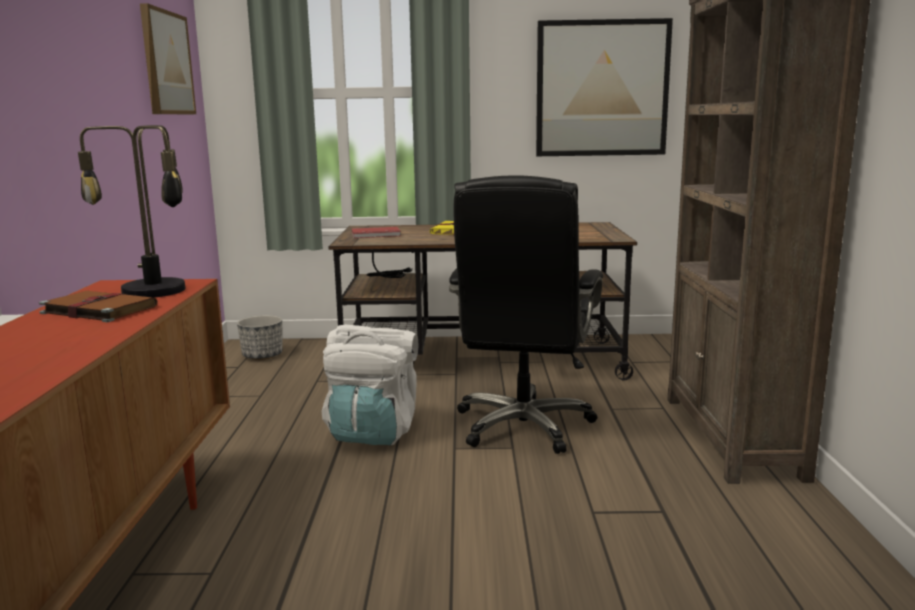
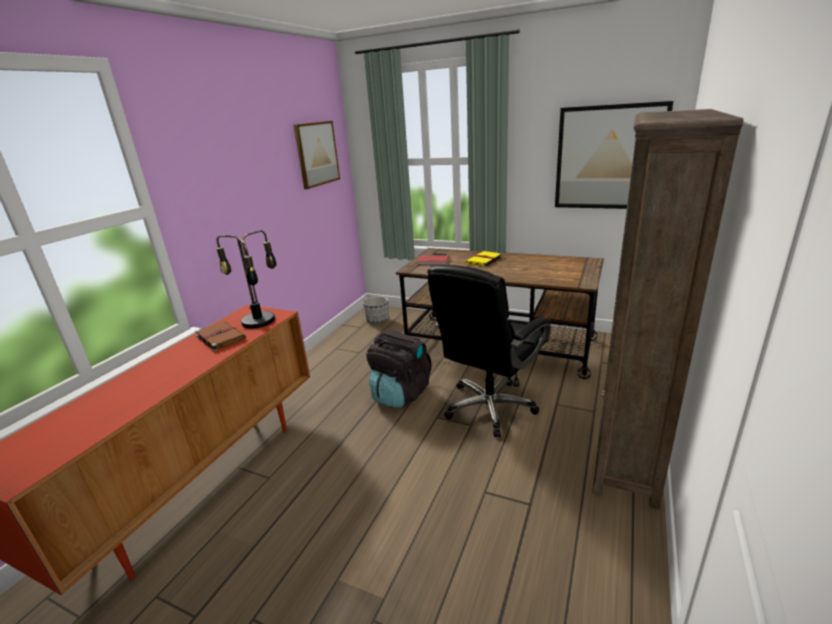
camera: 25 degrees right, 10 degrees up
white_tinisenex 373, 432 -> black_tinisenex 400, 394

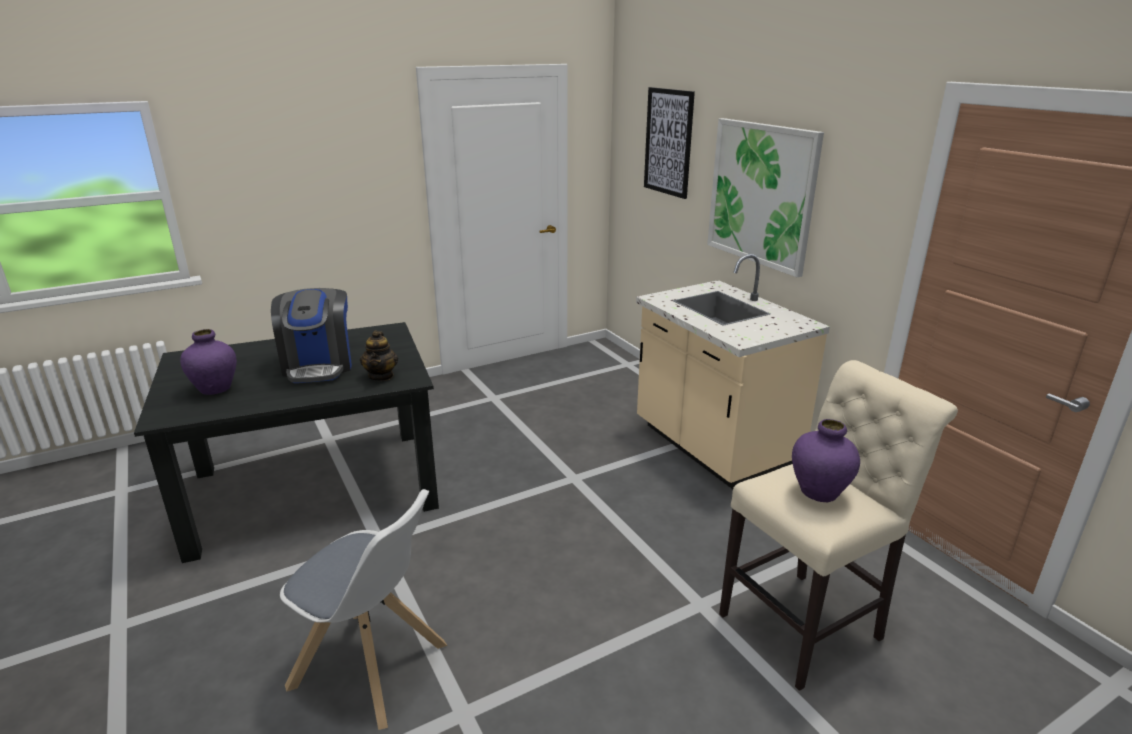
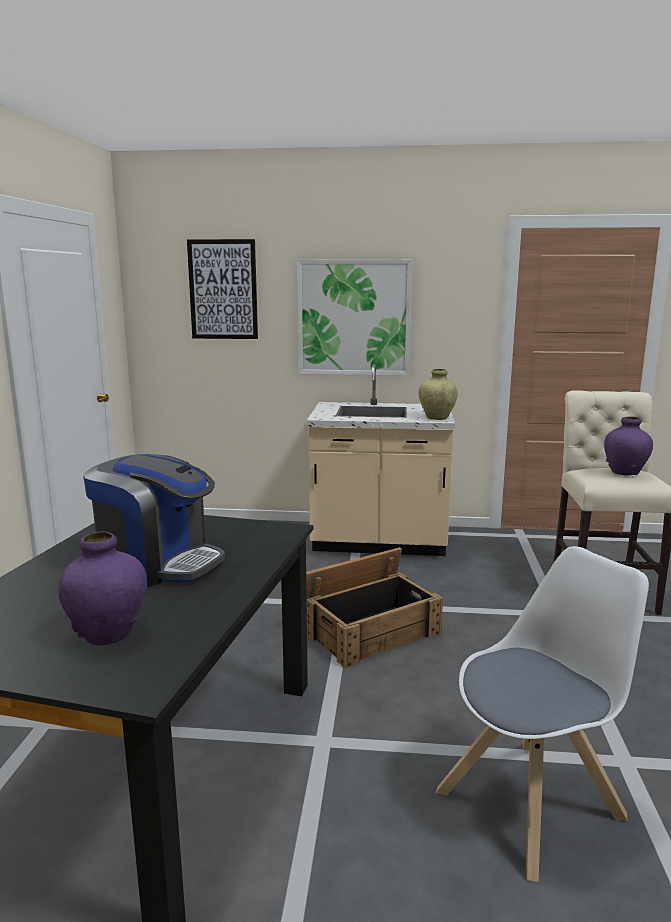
camera: 55 degrees left, 10 degrees down
none -> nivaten 368, 629
none -> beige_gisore 436, 418
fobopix 381, 376 -> none

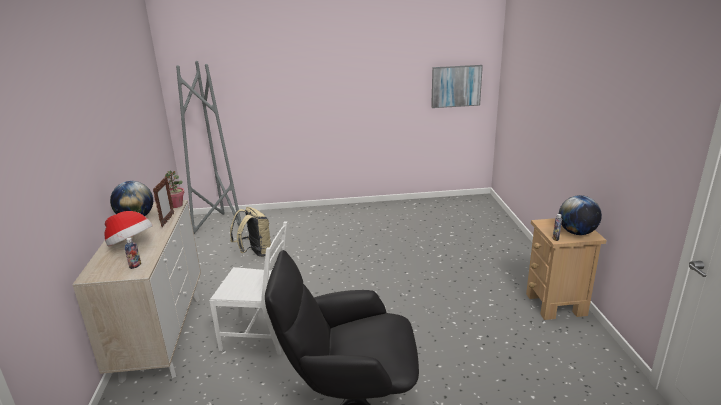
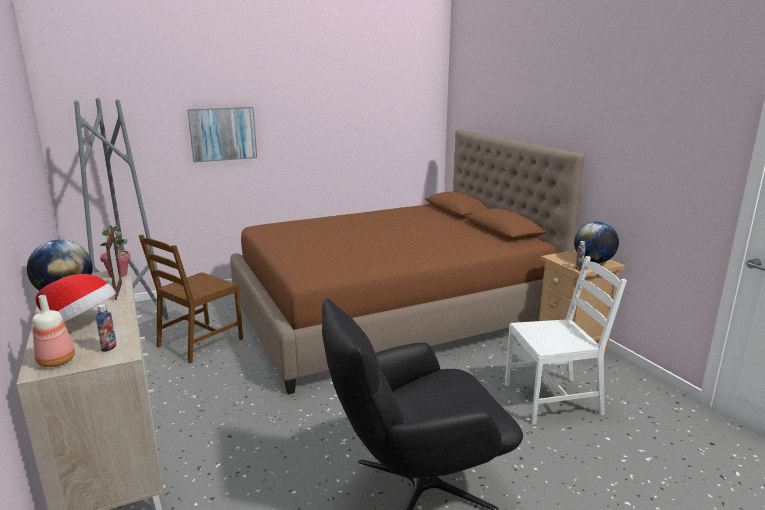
camera: 20 degrees left, 5 degrees down
none -> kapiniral 57, 361
beige_tinisenex 255, 253 -> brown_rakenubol 199, 343
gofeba 456, 86 -> gofeba 223, 134, move
none -> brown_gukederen 393, 314
white_rakenubol 259, 334 -> white_rakenubol 553, 399, move

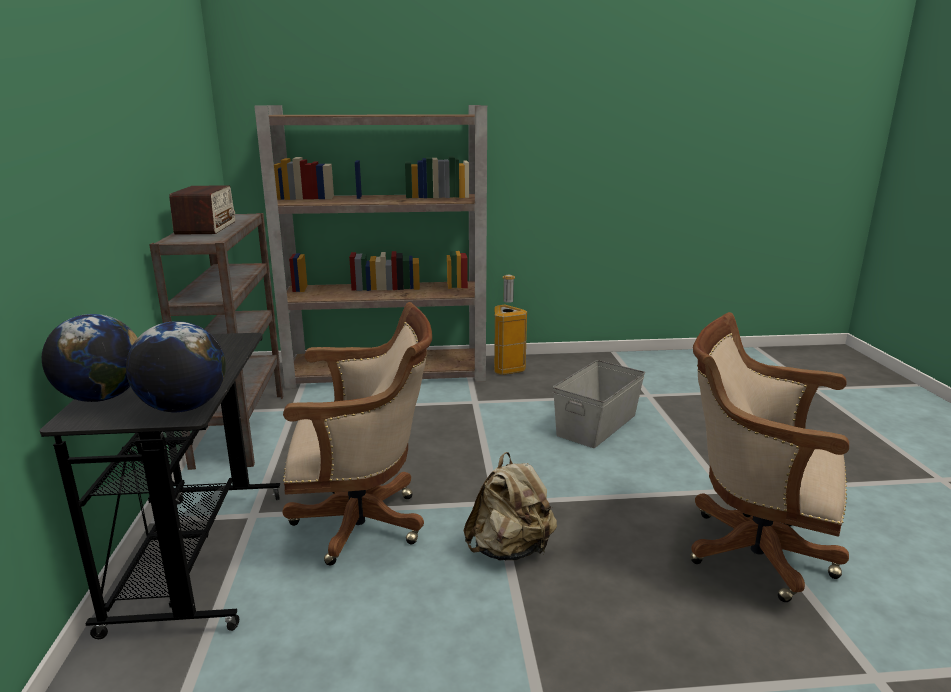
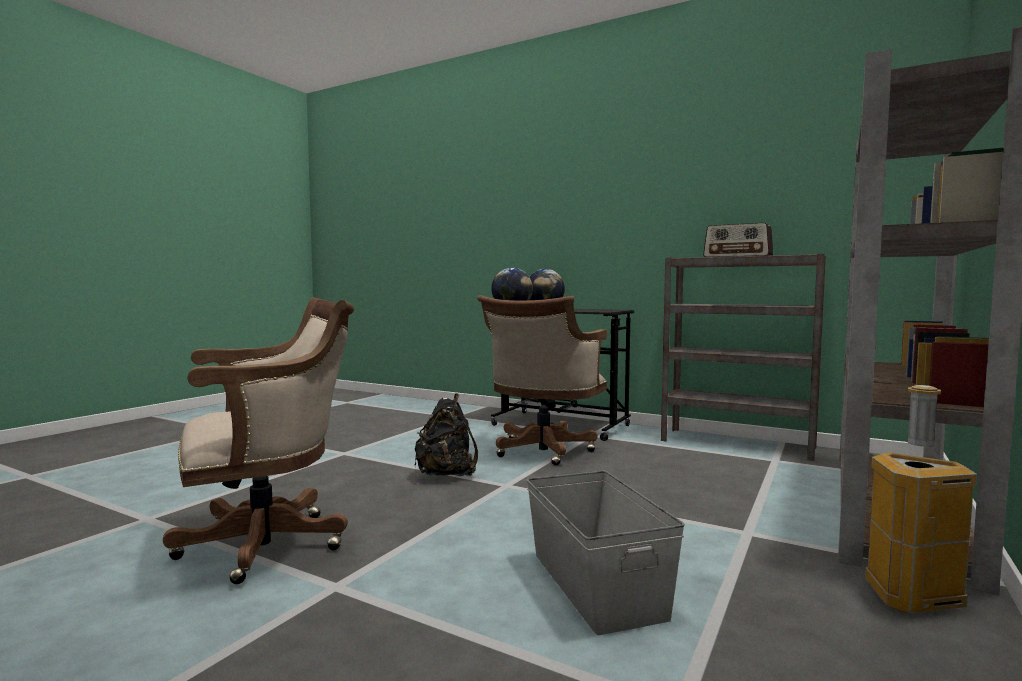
camera: 125 degrees right, 15 degrees down
beige_tinisenex 510, 549 -> black_tinisenex 447, 474

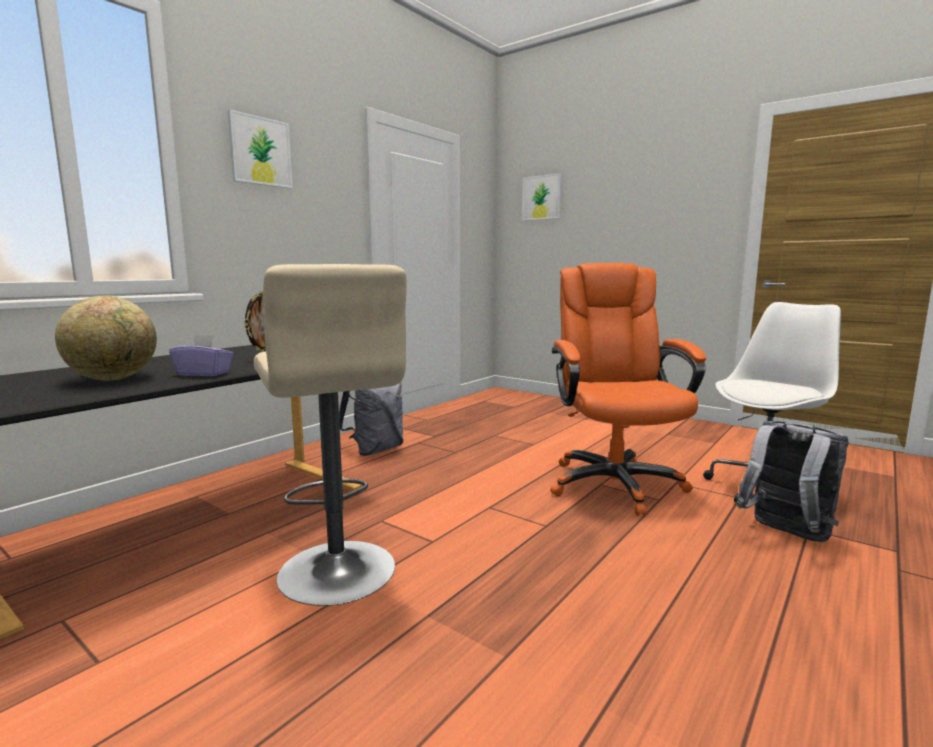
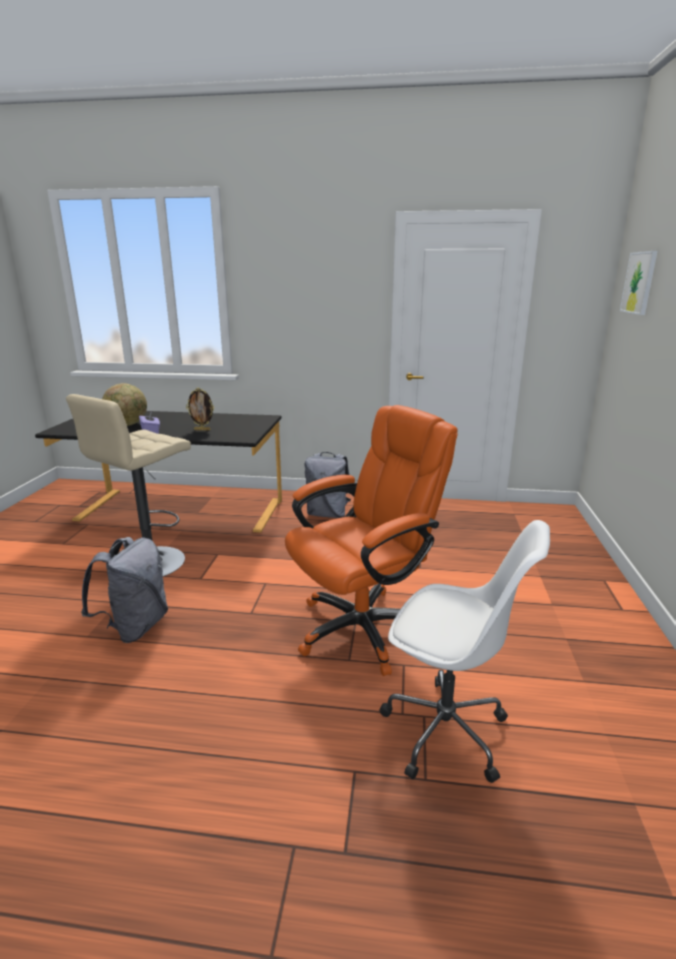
camera: 60 degrees right, 10 degrees up
grey_tinisenex 785, 535 -> grey_tinisenex 135, 627, move
gofeba 260, 151 -> none

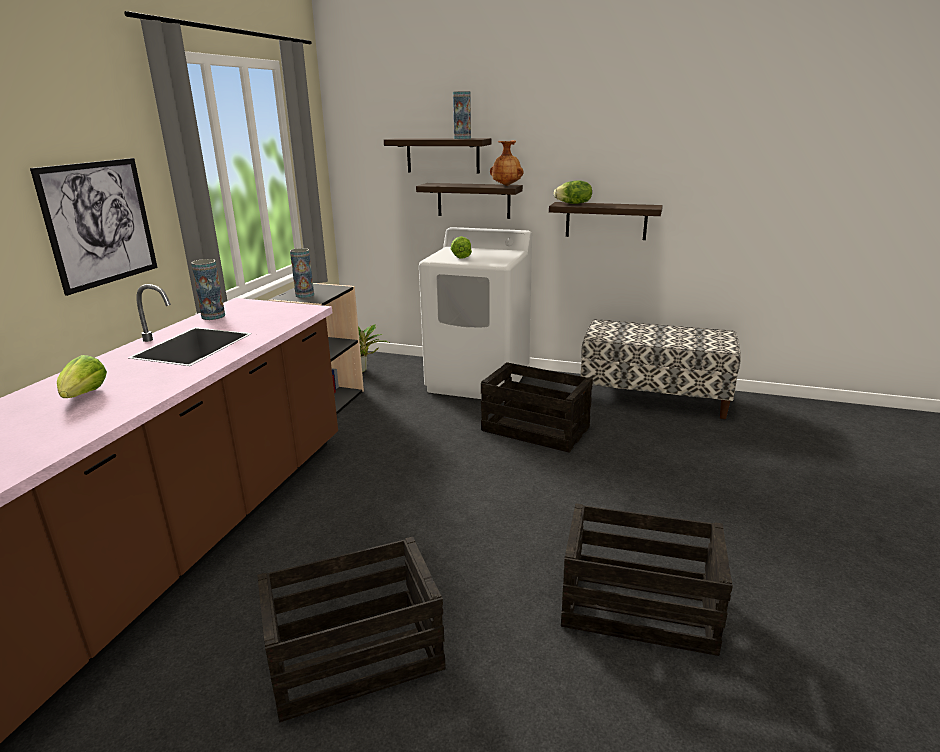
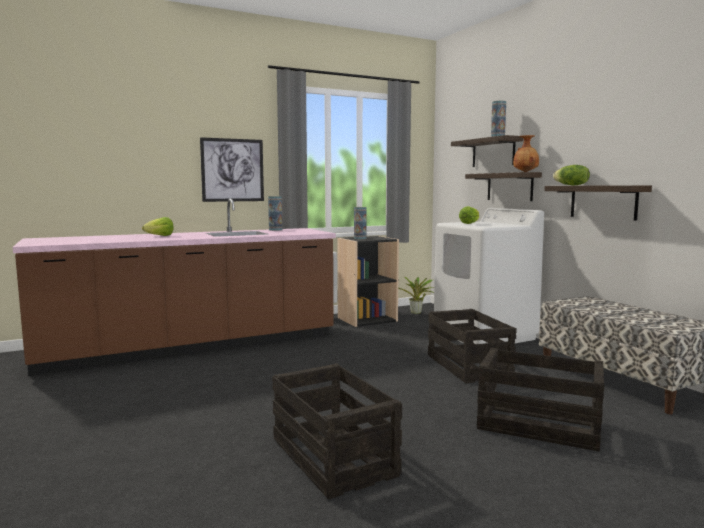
camera: 45 degrees right, 15 degrees down
nivaten 354, 658 -> nivaten 537, 425, move

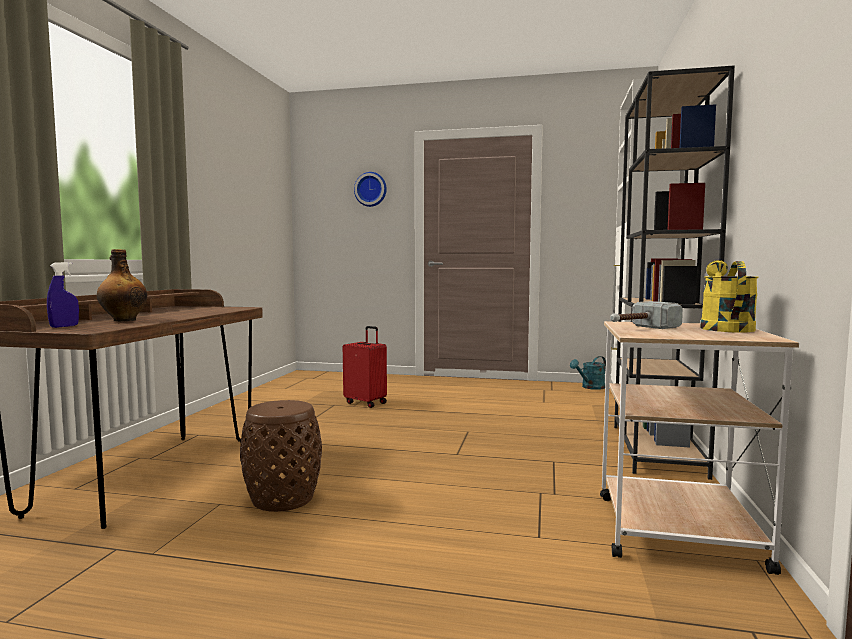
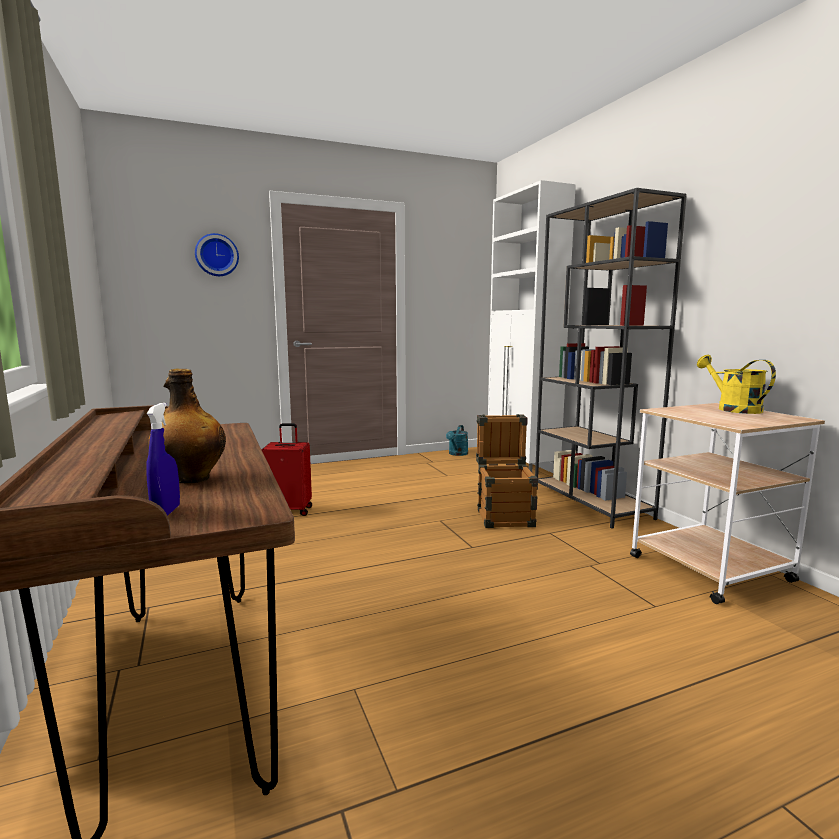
camera: 35 degrees left, 5 degrees up
none -> nivaten 504, 515
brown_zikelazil 283, 499 -> none
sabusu 640, 328 -> none

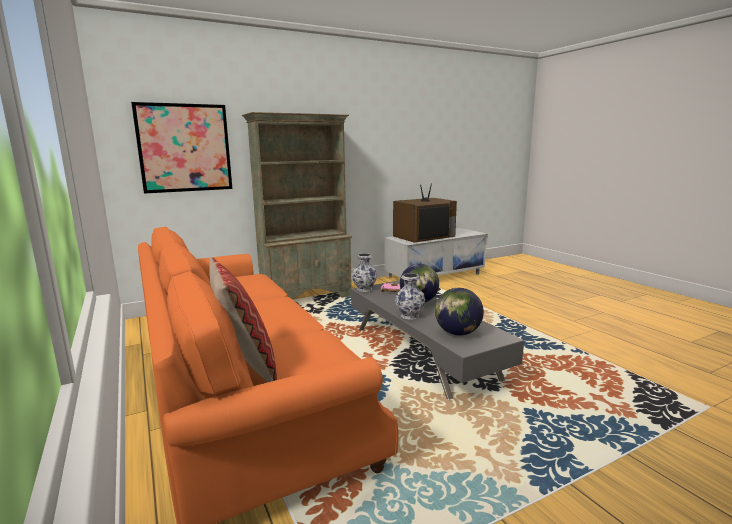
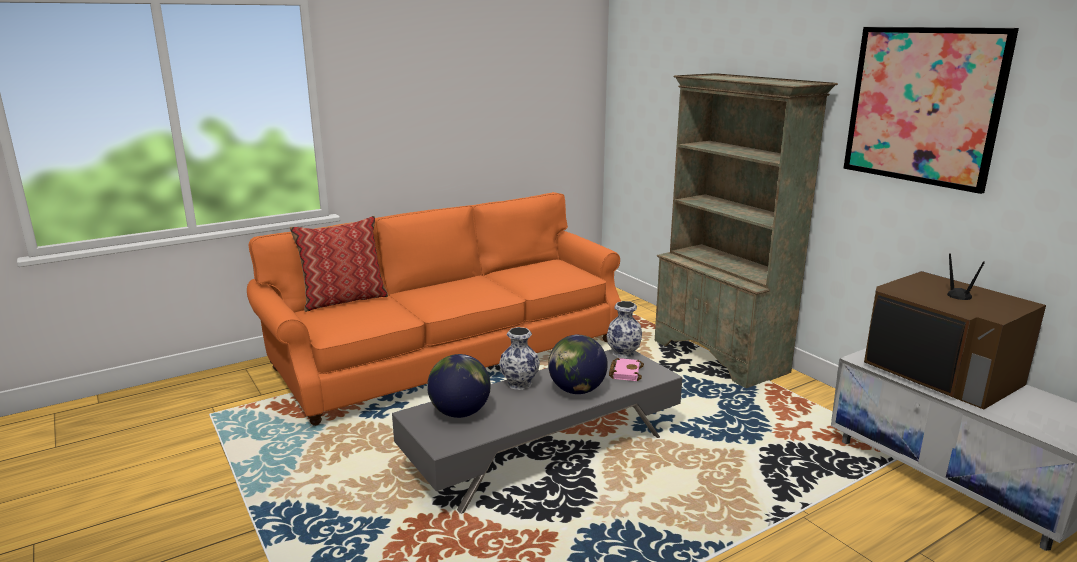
camera: 85 degrees right, 5 degrees up
gofeba 184, 148 -> gofeba 923, 105, move

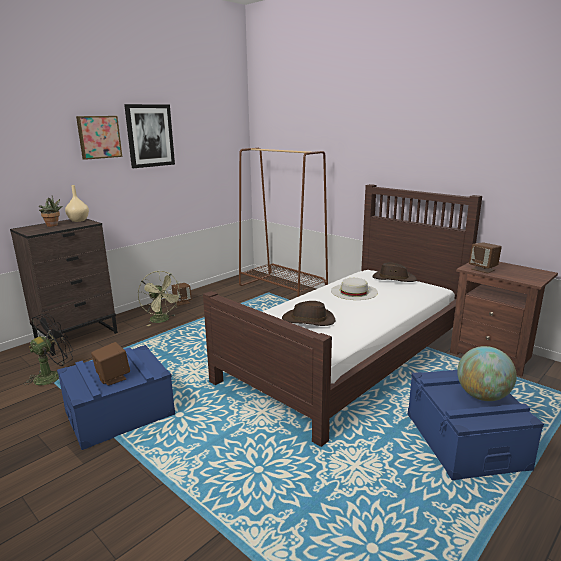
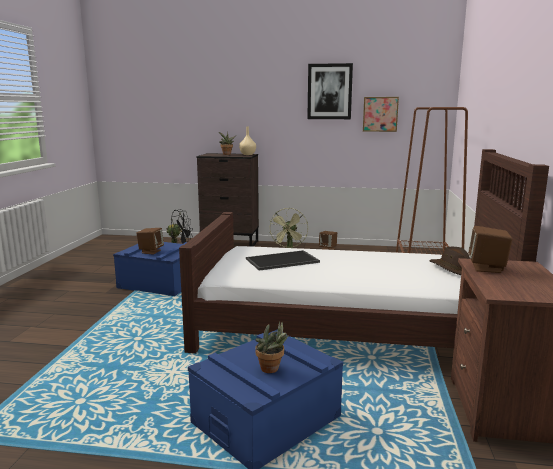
camera: 55 degrees right, 5 degrees down
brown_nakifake 308, 320 -> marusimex 282, 261
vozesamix 482, 396 -> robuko 272, 369
gofeba 99, 137 -> gofeba 380, 114, move
white_nakifake 354, 291 -> none

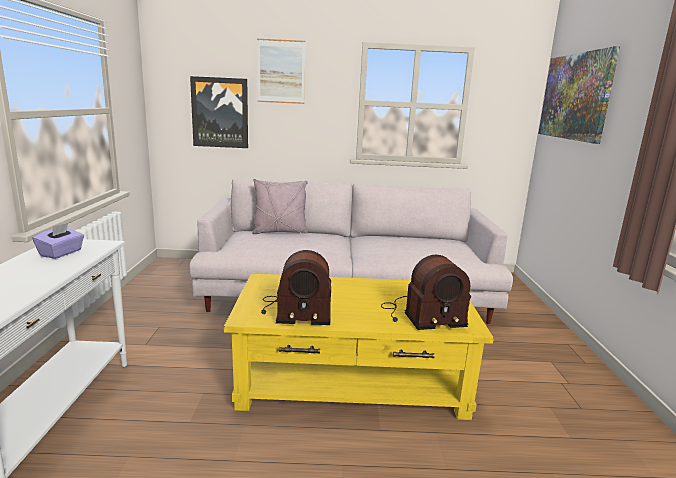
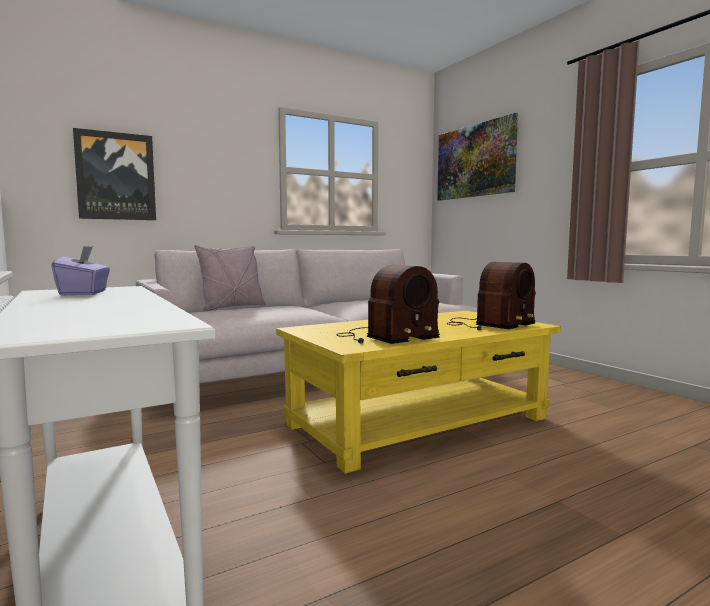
camera: 30 degrees left, 10 degrees down
gofeba 281, 71 -> none

